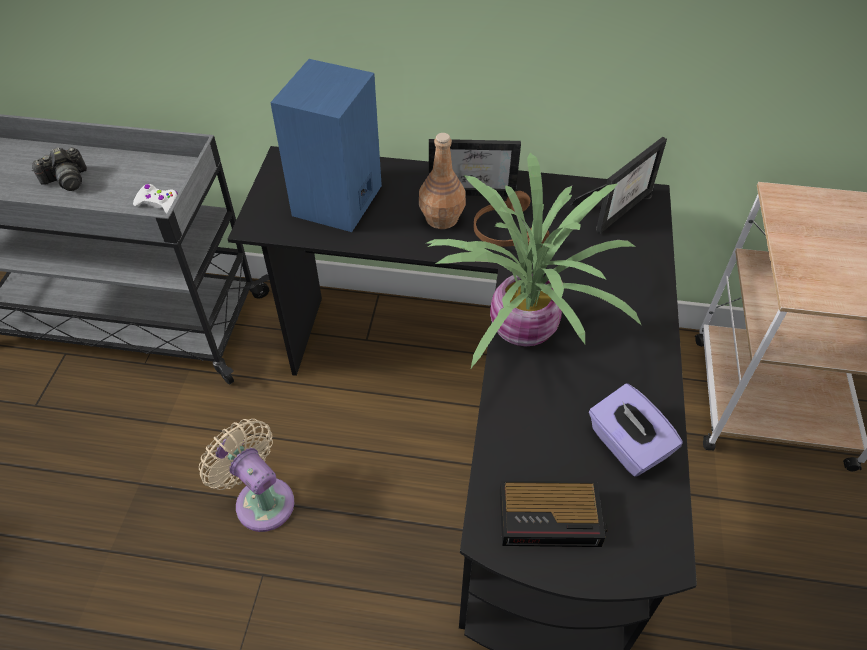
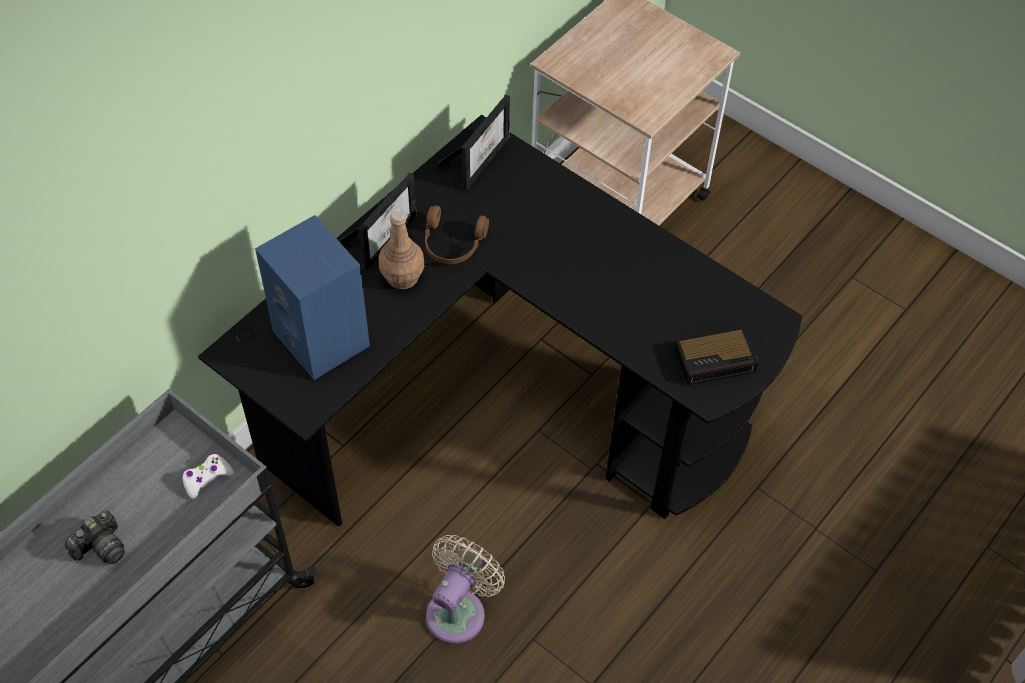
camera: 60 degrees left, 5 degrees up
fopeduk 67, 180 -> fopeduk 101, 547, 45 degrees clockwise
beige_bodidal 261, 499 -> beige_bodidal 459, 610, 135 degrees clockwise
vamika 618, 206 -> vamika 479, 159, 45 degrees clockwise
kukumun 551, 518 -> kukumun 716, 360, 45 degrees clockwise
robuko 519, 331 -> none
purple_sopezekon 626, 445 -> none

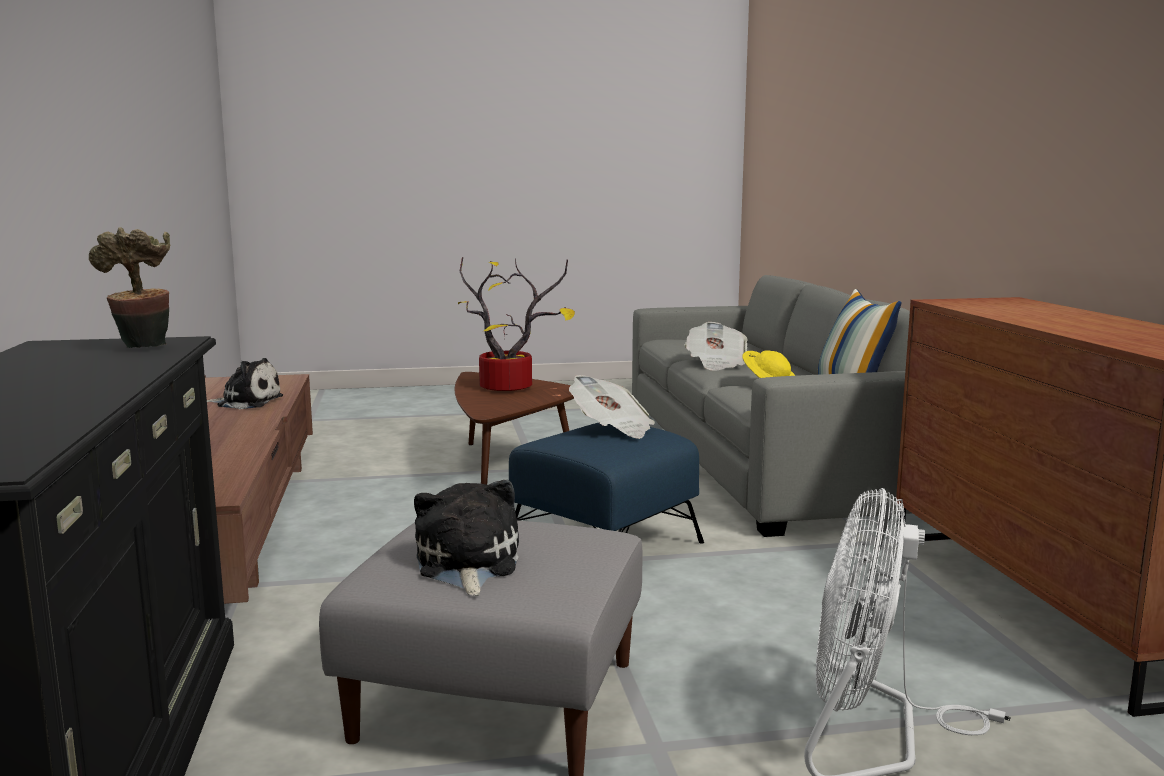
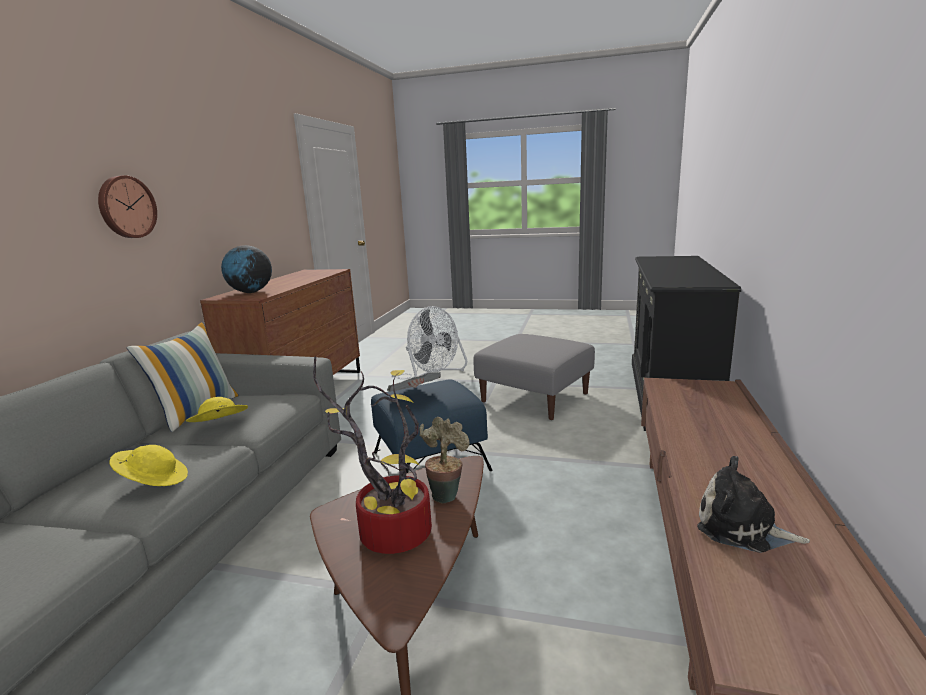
camera: 155 degrees left, 5 degrees up
none -> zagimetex 126, 207
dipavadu 716, 364 -> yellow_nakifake 154, 481
none -> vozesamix 250, 292
robuko 142, 348 -> robuko 446, 494, move
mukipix 466, 565 -> none

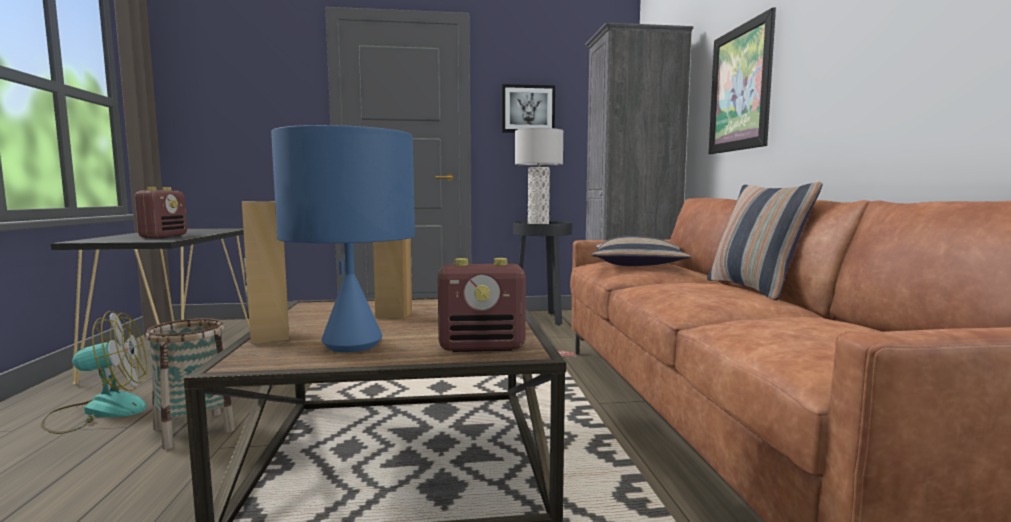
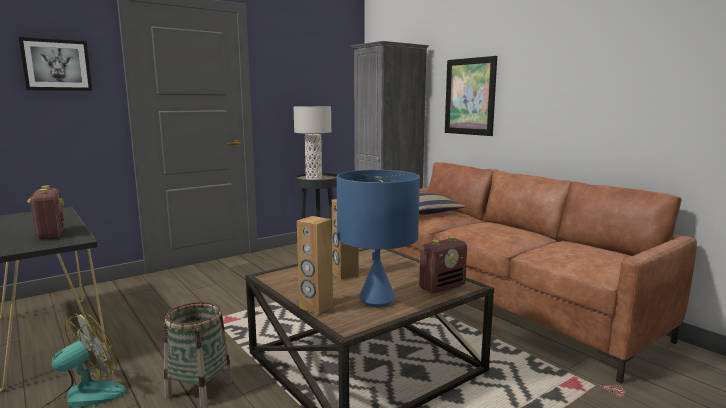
camera: 30 degrees left, 5 degrees up
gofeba 528, 109 -> gofeba 56, 65, move
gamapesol 753, 289 -> none

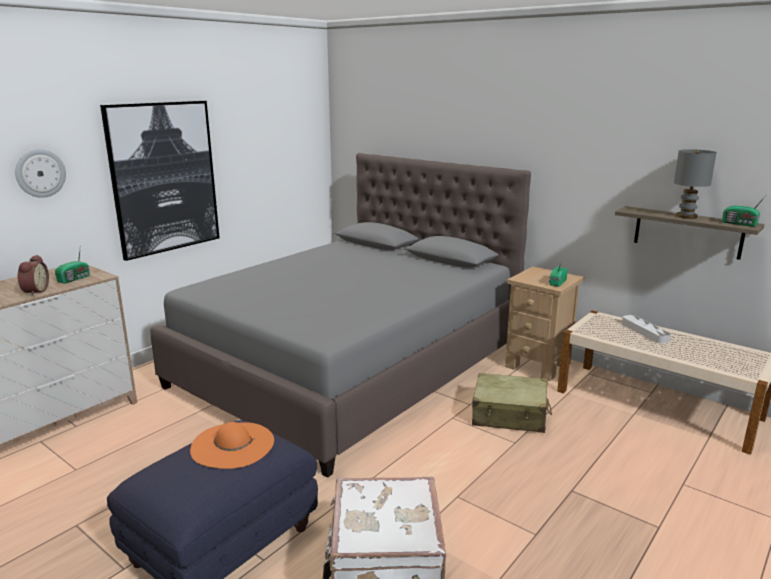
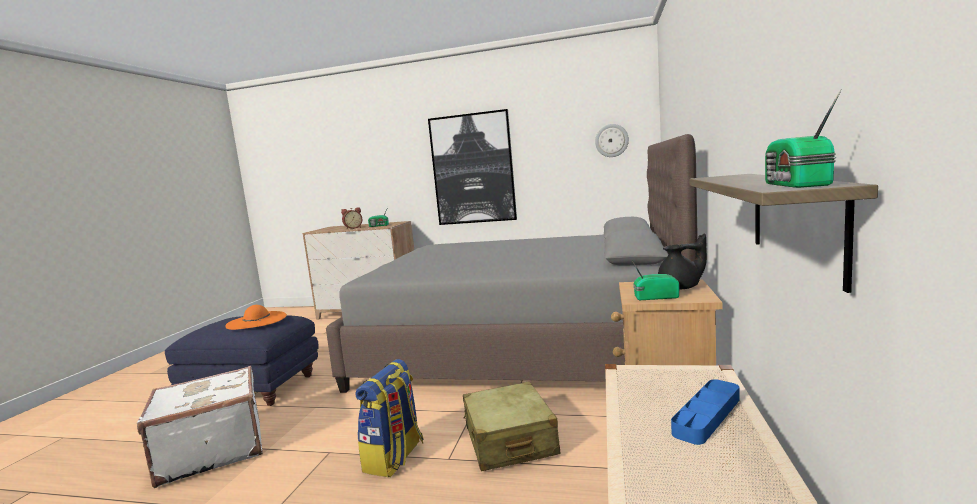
camera: 65 degrees right, 10 degrees down
none -> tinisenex 395, 458
zagimetex 40, 173 -> zagimetex 611, 140, move
none -> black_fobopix 681, 287
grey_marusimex 645, 332 -> blue_marusimex 707, 415
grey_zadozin 687, 216 -> none

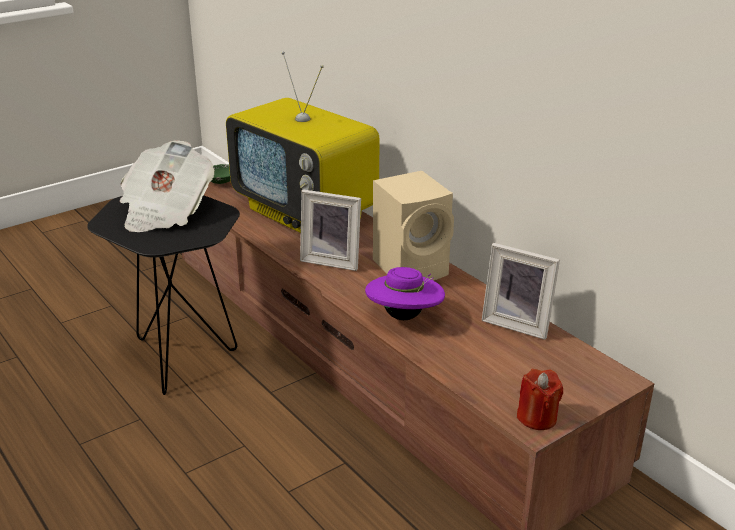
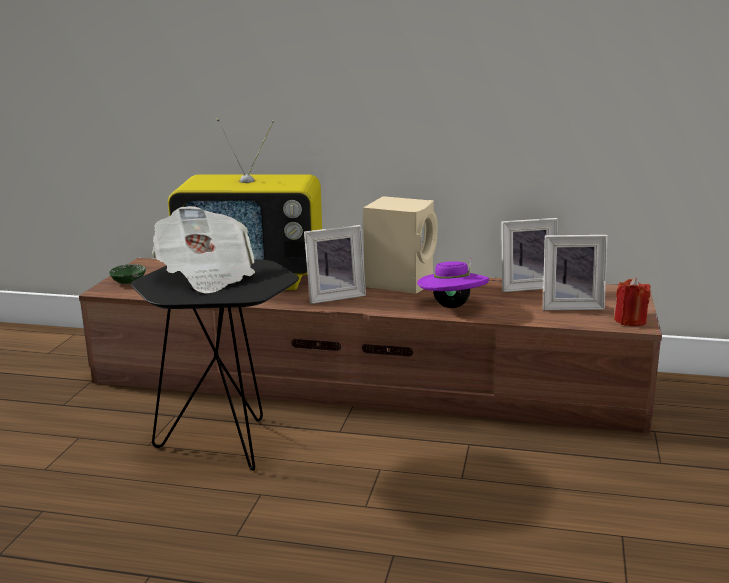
camera: 40 degrees left, 10 degrees down
none -> vamika 571, 306

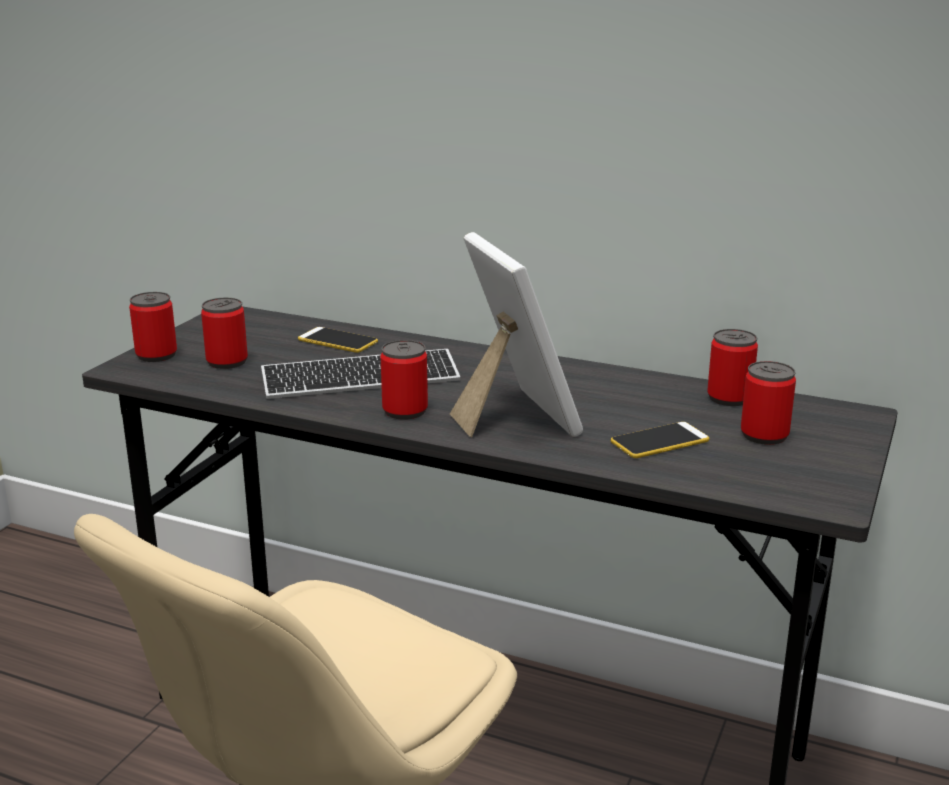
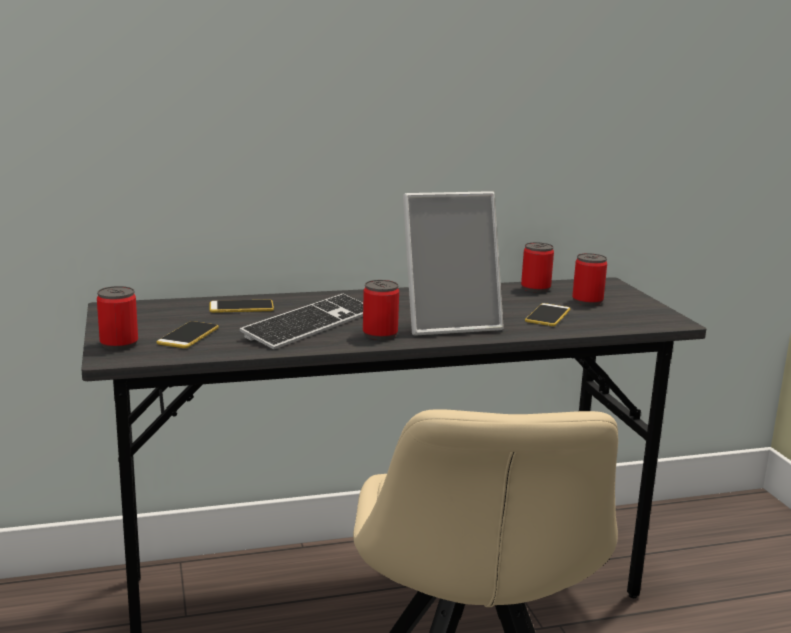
camera: 40 degrees left, 5 degrees down
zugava 227, 362 -> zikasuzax 188, 336
vamika 512, 417 -> vamika 449, 323, 135 degrees clockwise

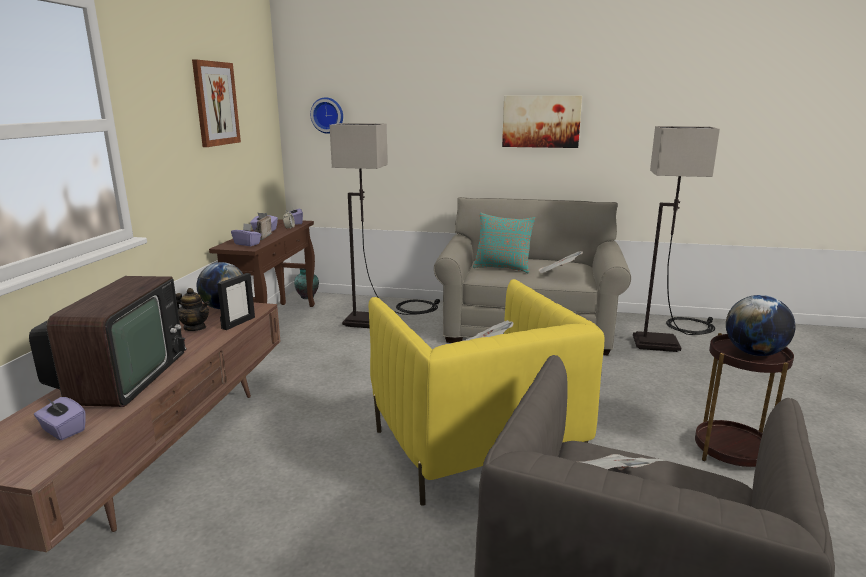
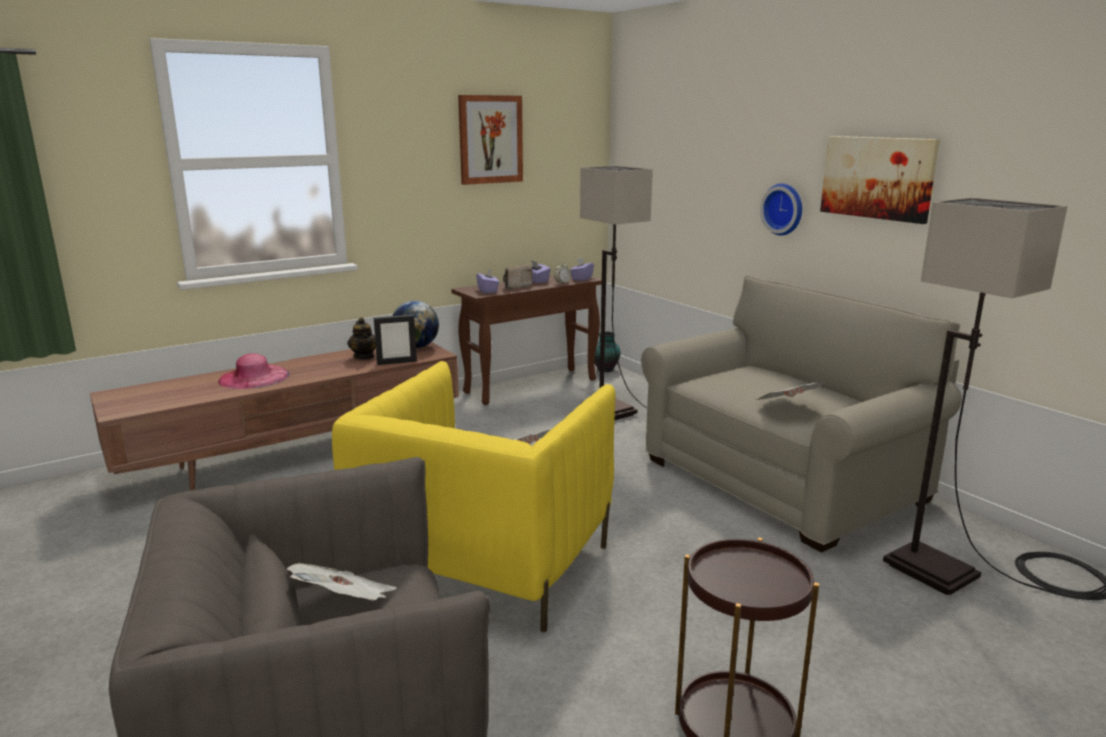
camera: 45 degrees right, 0 degrees up
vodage 121, 379 -> pink_nakifake 254, 377
zagimetex 327, 115 -> zagimetex 784, 209, move
purple_sopezekon 63, 430 -> none
turquoise_gamapesol 502, 268 -> none
vozesamix 754, 353 -> none

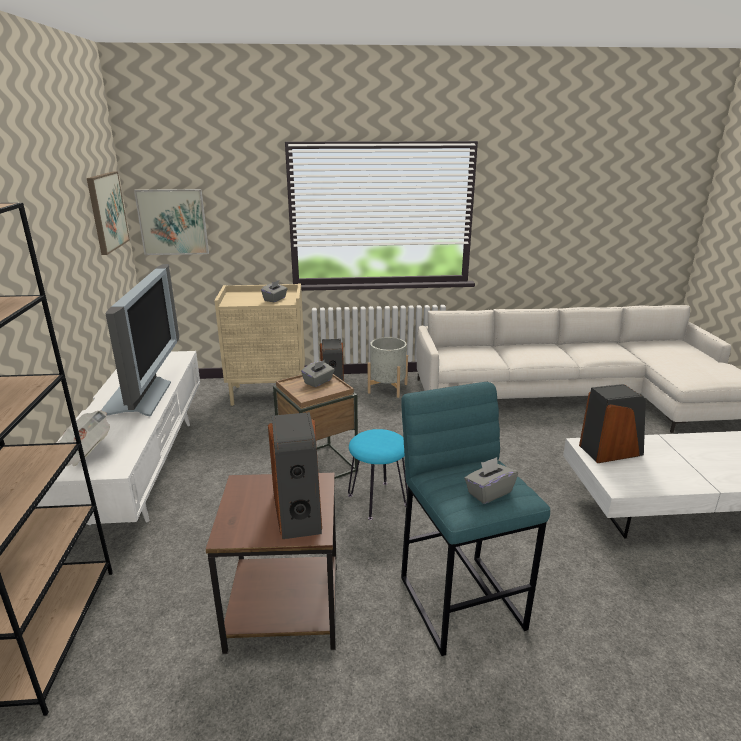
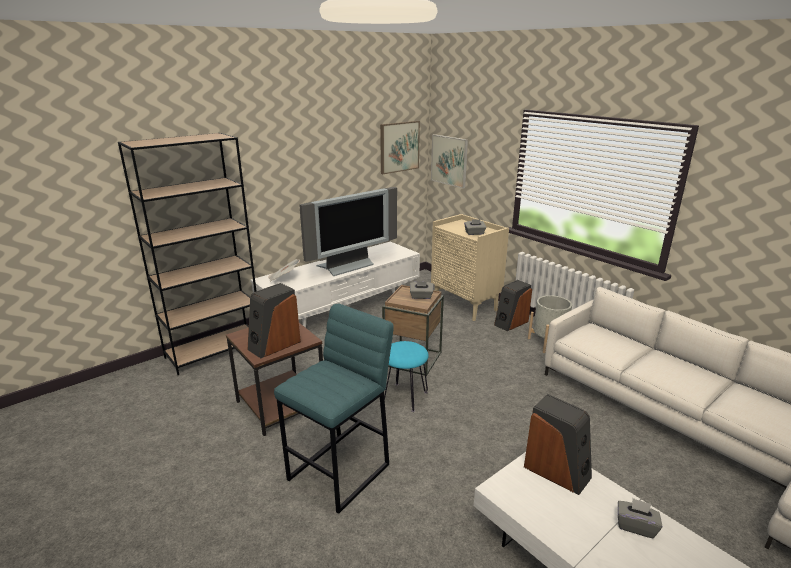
camera: 55 degrees right, 0 degrees up
grey_sopezekon 489, 492 -> grey_sopezekon 635, 526, move

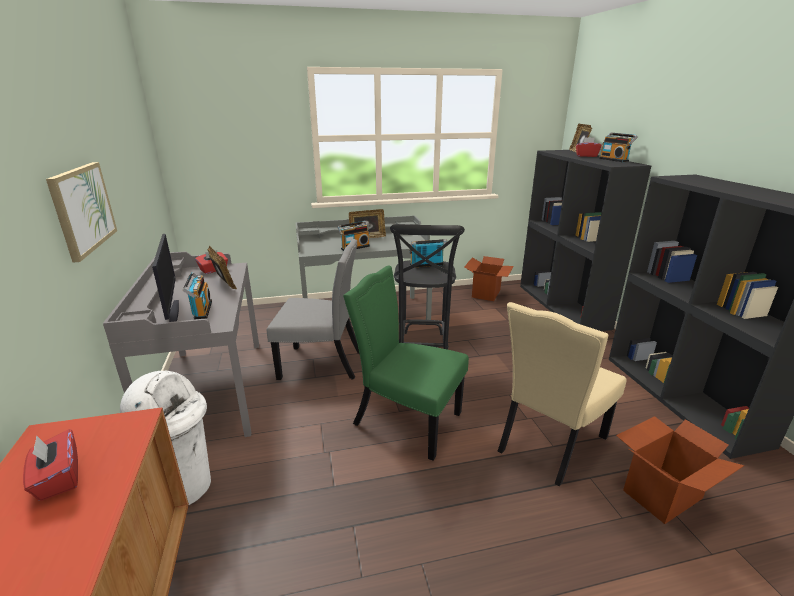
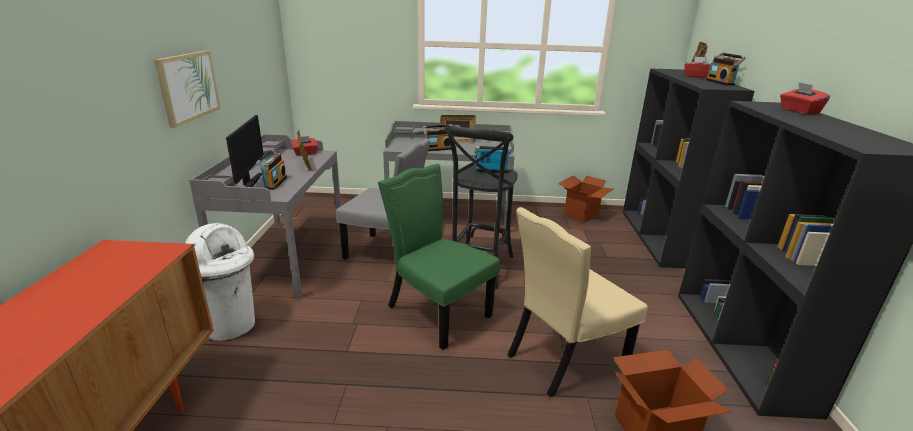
camera: 15 degrees right, 0 degrees up
red_sopezekon 58, 479 -> red_sopezekon 799, 111, move

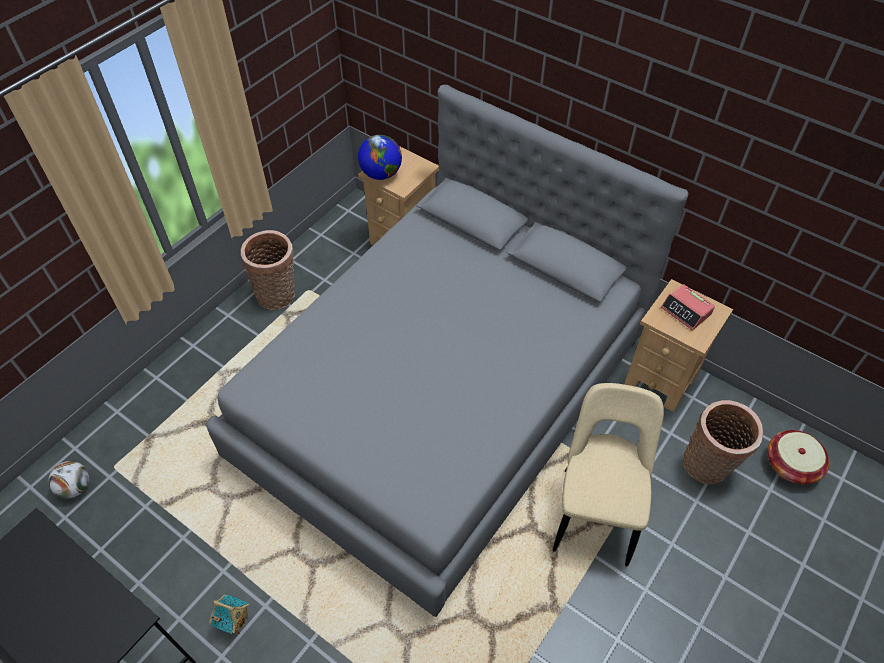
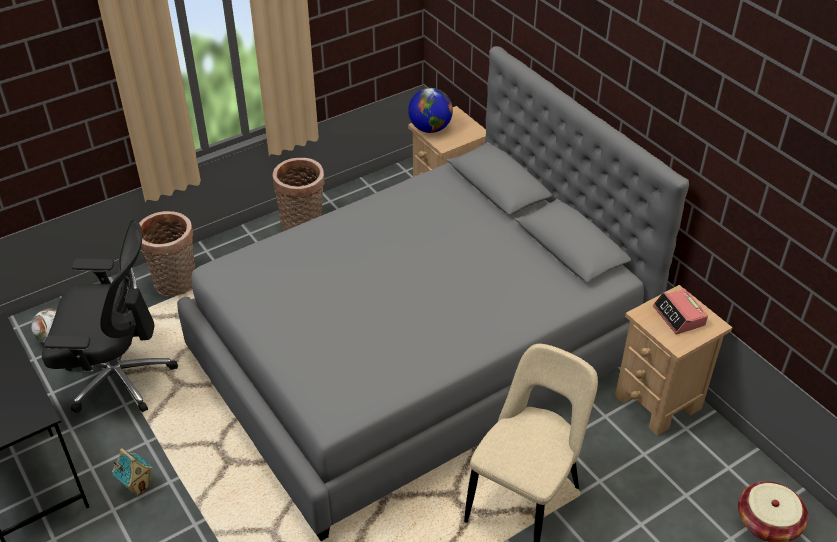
camera: 20 degrees right, 10 degrees down
none -> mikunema 117, 380
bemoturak 708, 466 -> bemoturak 176, 284, move

